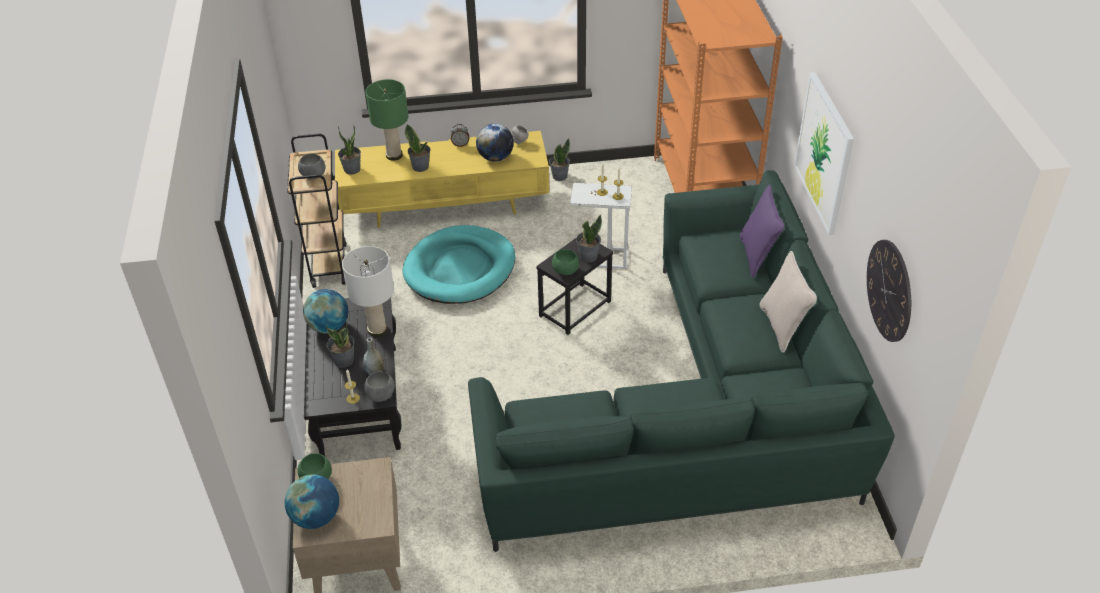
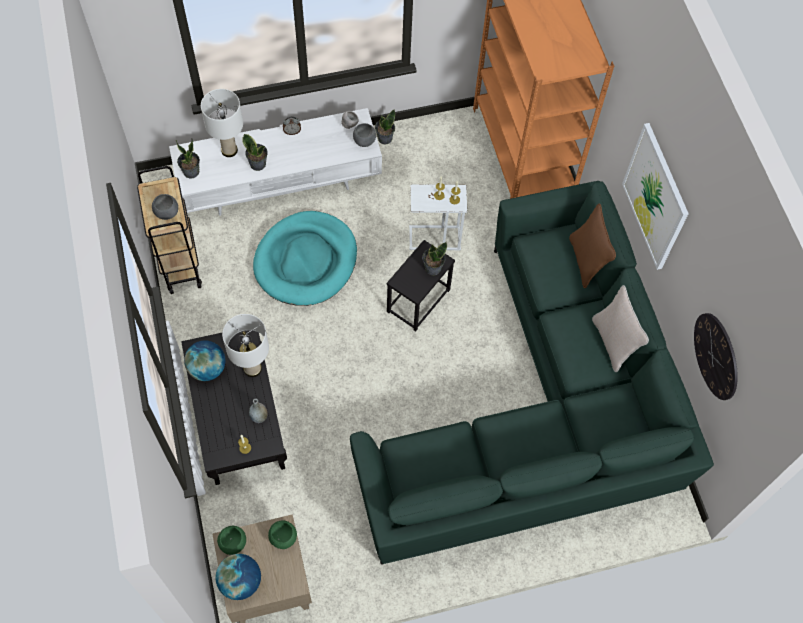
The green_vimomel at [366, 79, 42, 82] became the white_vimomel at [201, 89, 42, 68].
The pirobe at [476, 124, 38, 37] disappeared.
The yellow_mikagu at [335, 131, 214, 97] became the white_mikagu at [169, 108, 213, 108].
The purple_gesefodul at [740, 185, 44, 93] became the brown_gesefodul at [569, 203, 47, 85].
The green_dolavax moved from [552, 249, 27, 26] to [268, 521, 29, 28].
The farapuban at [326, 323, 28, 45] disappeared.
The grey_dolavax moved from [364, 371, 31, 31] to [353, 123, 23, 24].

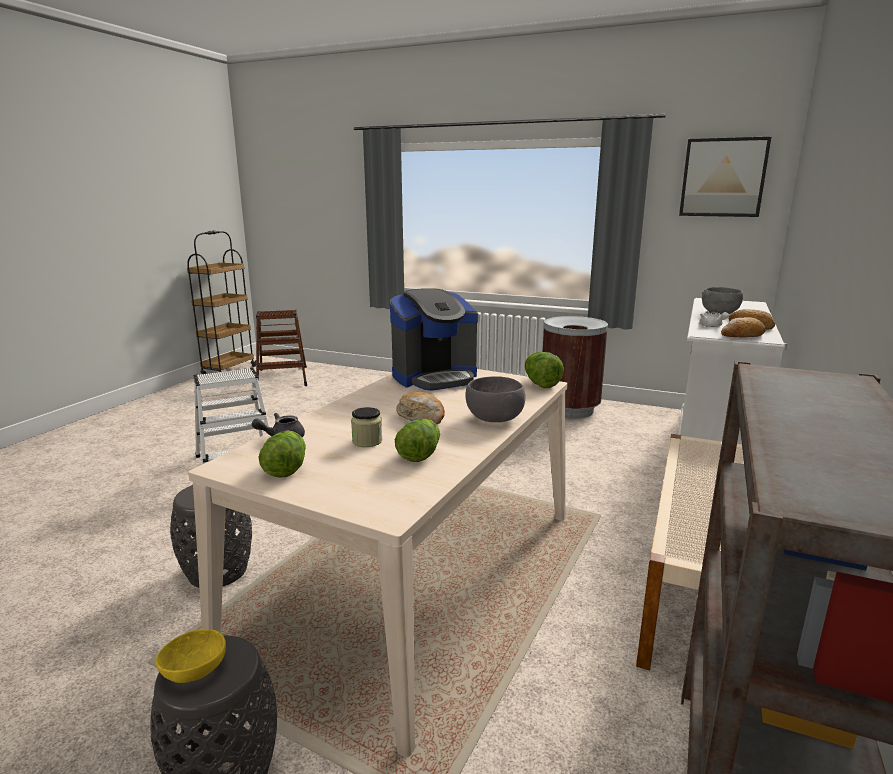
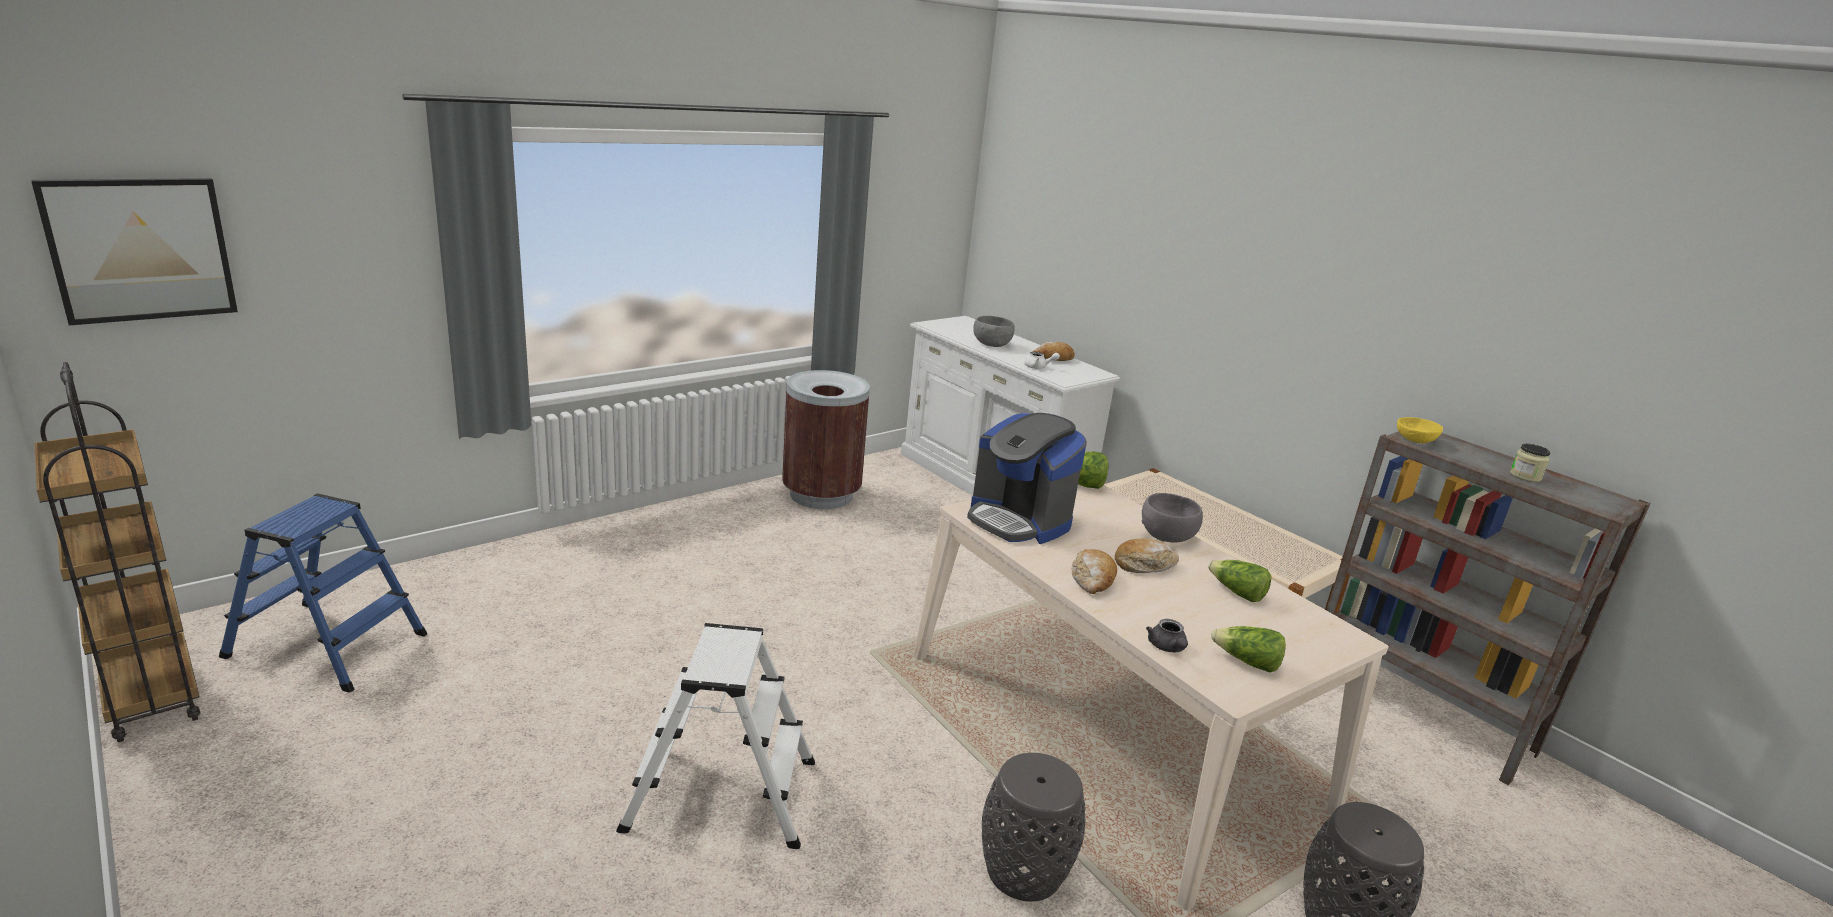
The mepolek moved from [679, 137, 92, 80] to [31, 178, 207, 147].
The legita at [390, 288, 88, 103] turned 135 degrees clockwise.
The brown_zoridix at [256, 310, 51, 76] became the blue_zoridix at [219, 493, 209, 200].
The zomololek moved from [721, 317, 45, 20] to [1071, 549, 46, 45].
The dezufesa moved from [351, 407, 31, 40] to [1510, 444, 40, 38].
The yellow_dolavax moved from [155, 629, 71, 54] to [1397, 417, 46, 26].

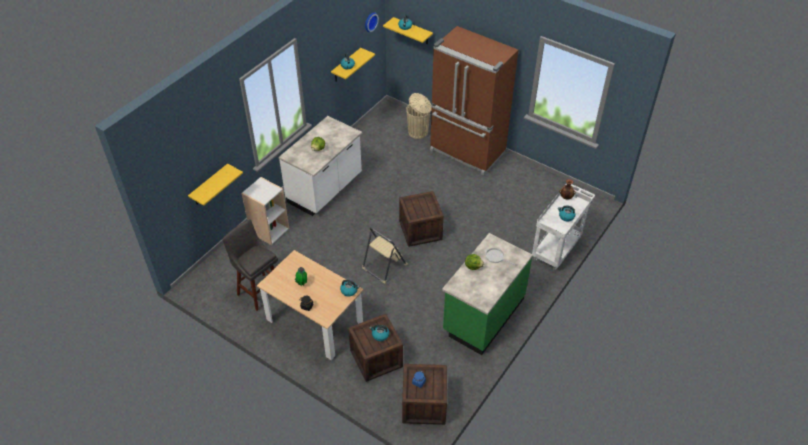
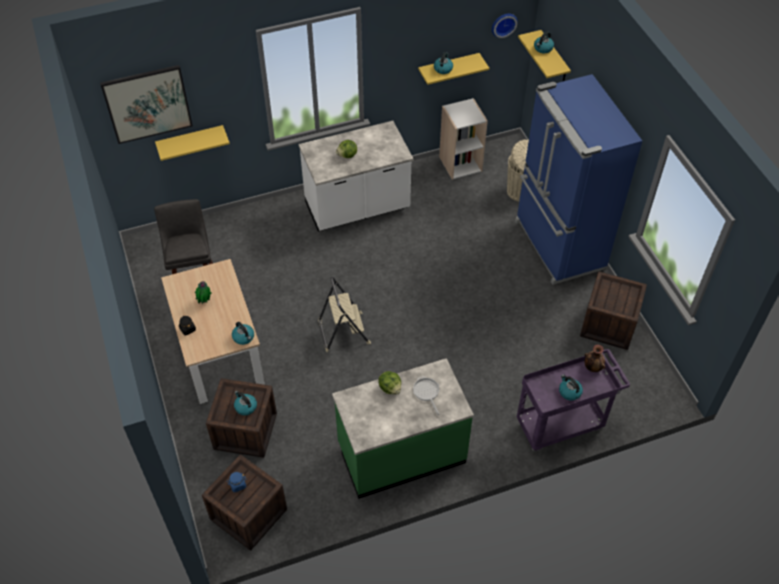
The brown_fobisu at [430, 26, 89, 149] became the blue_fobisu at [515, 74, 127, 211].
The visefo moved from [242, 177, 47, 68] to [439, 98, 49, 82].
The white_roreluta at [532, 183, 63, 88] became the purple_roreluta at [517, 349, 113, 102].
The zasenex moved from [399, 191, 45, 56] to [580, 271, 67, 79].
The mepolek at [100, 65, 93, 79] appeared.

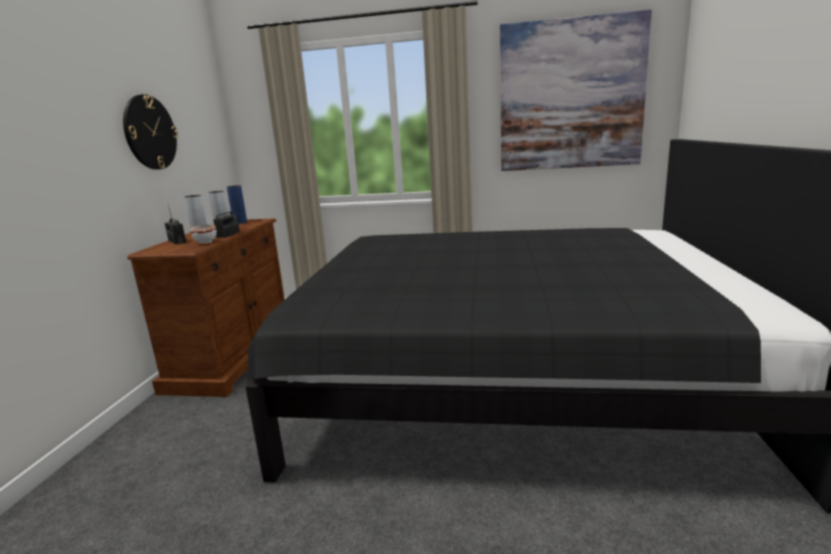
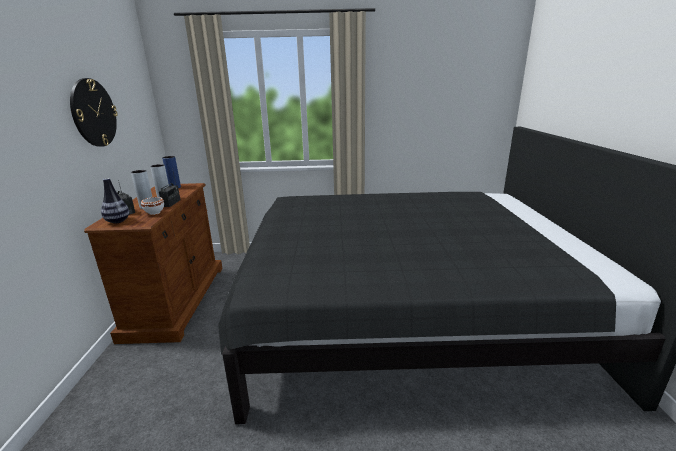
The mepolek at [500, 9, 152, 162] disappeared.
The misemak at [101, 178, 28, 46] appeared.

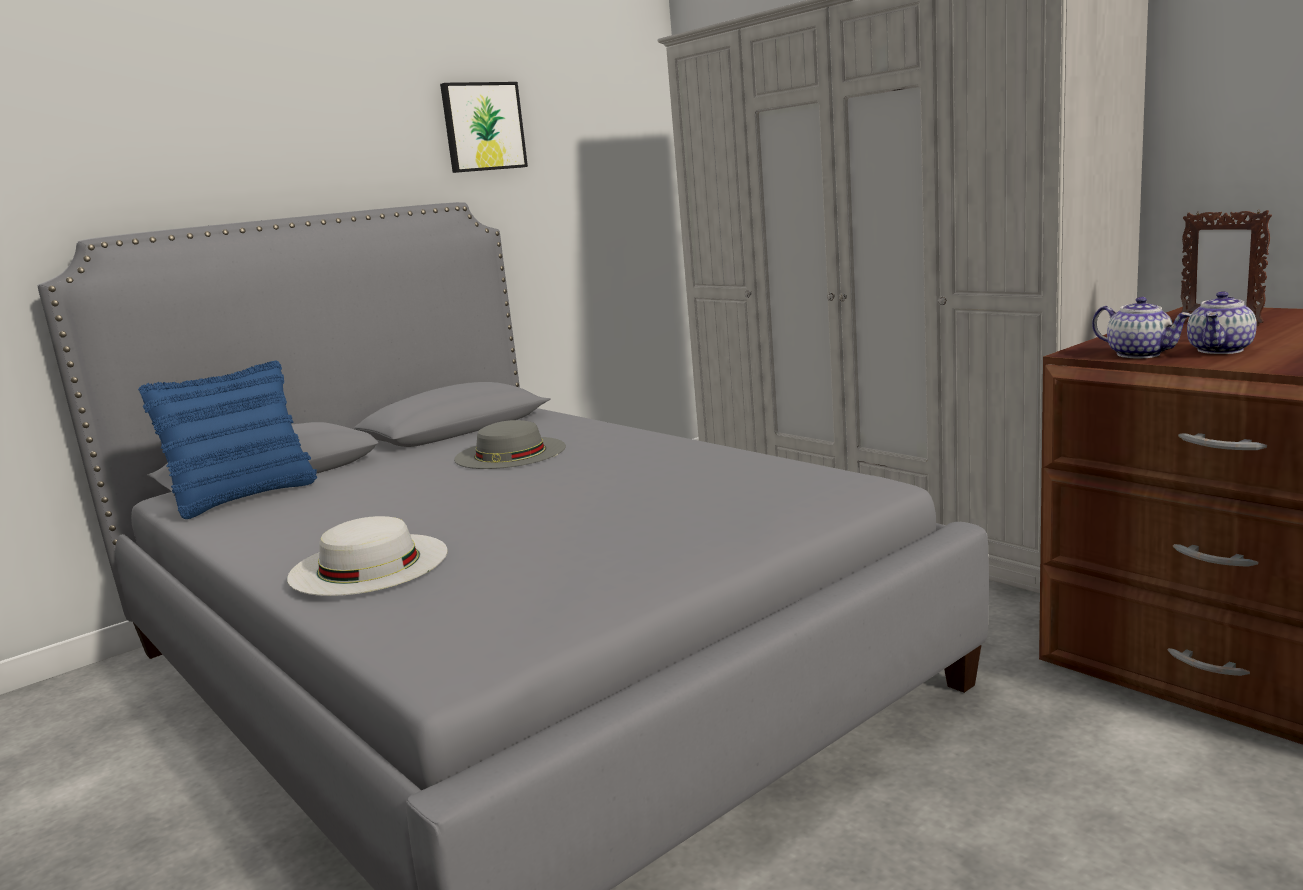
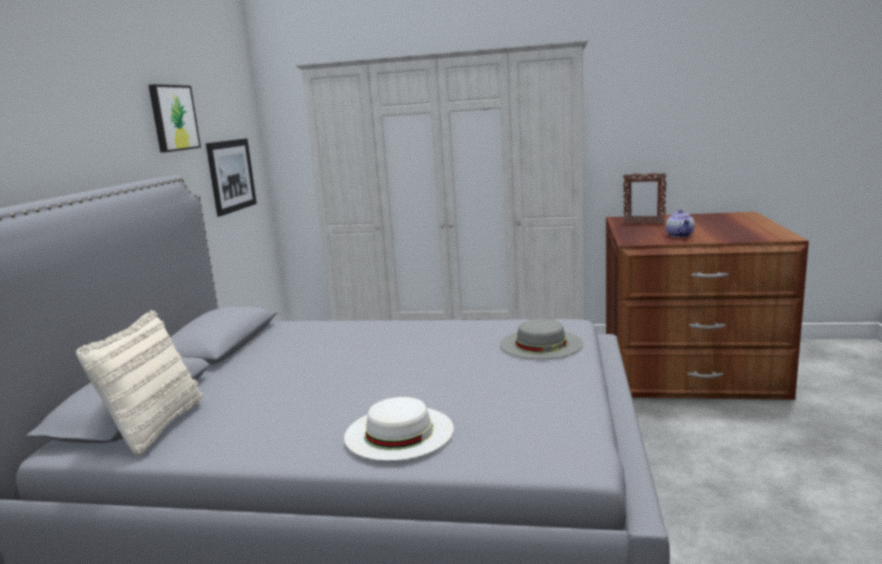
The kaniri at [1092, 297, 100, 62] disappeared.
The blue_gesefodul at [138, 361, 179, 158] became the beige_gesefodul at [76, 310, 127, 146].
The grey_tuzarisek moved from [454, 420, 112, 49] to [500, 319, 83, 40].
The mepolek at [206, 138, 51, 79] appeared.

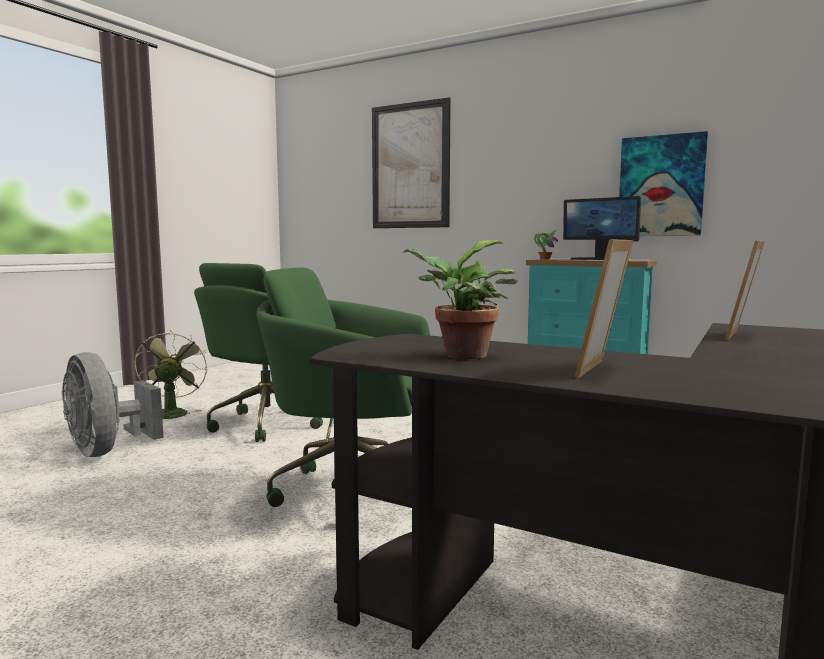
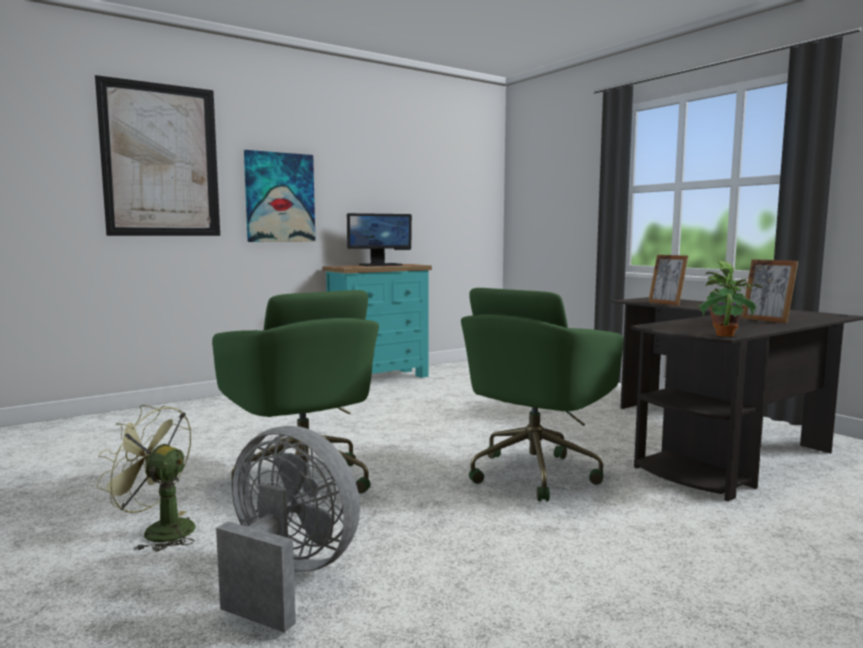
The mepolek moved from [619, 131, 89, 105] to [244, 150, 71, 92].
The farapuban moved from [534, 230, 24, 29] to [698, 287, 59, 50].
The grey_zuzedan at [62, 352, 102, 105] turned 135 degrees counterclockwise.

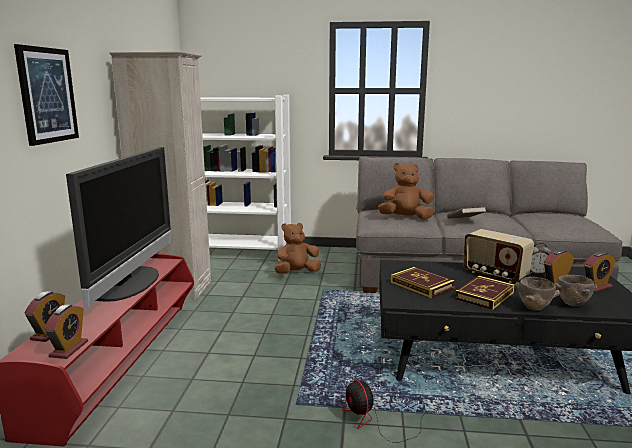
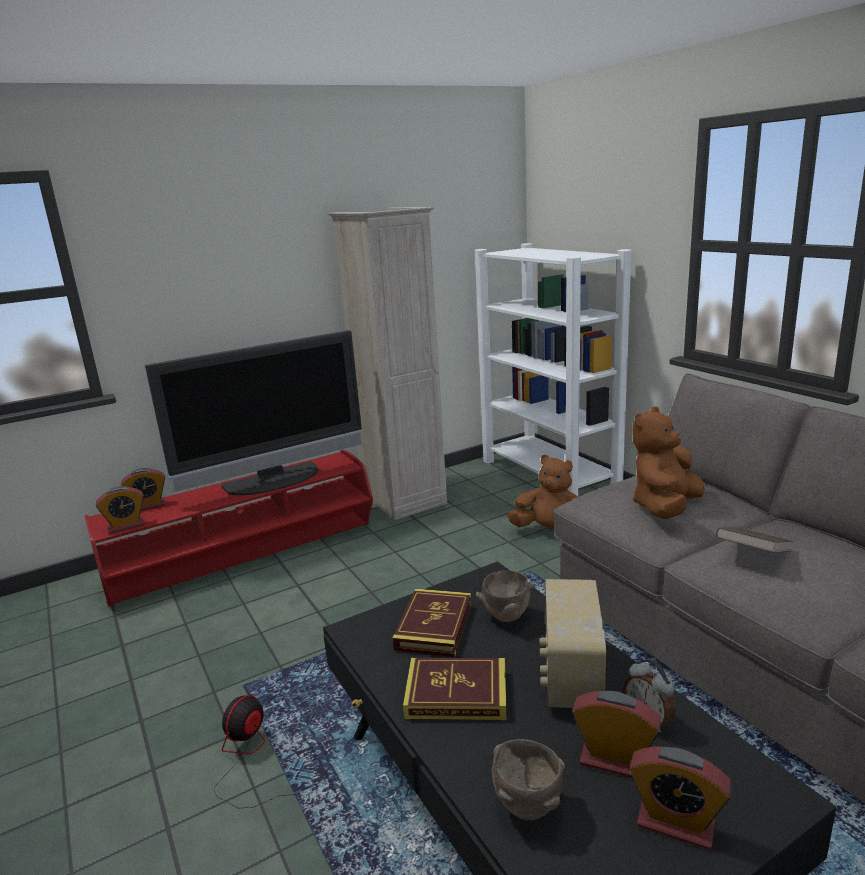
The mepolek at [14, 44, 65, 102] disappeared.
The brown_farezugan at [378, 163, 56, 56] turned 105 degrees counterclockwise.
The brown_dolavax moved from [515, 277, 45, 33] to [476, 571, 57, 51].

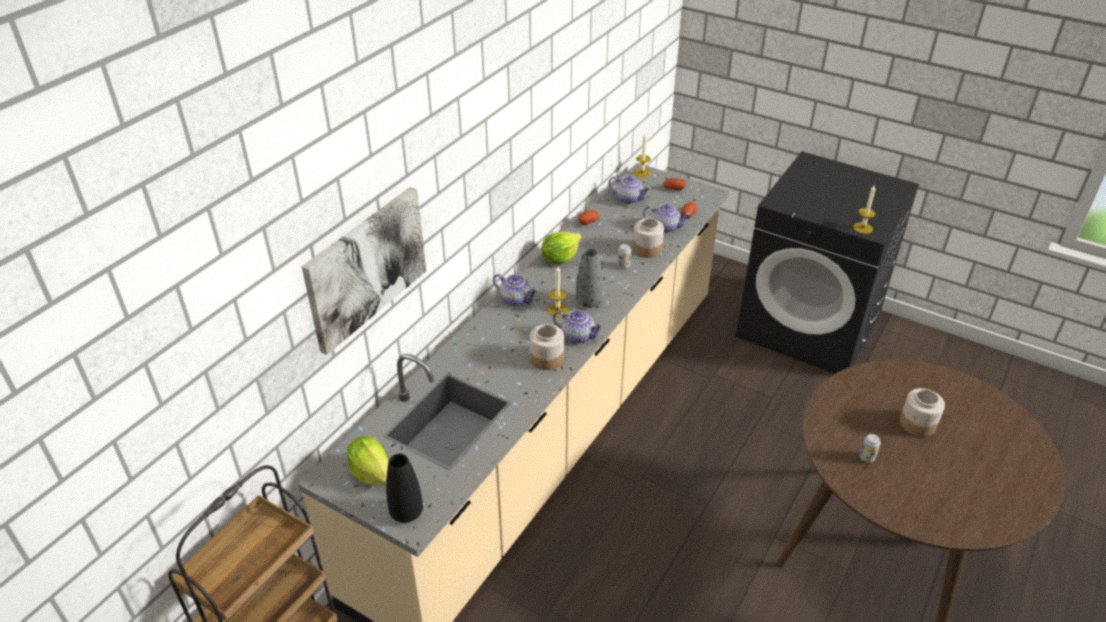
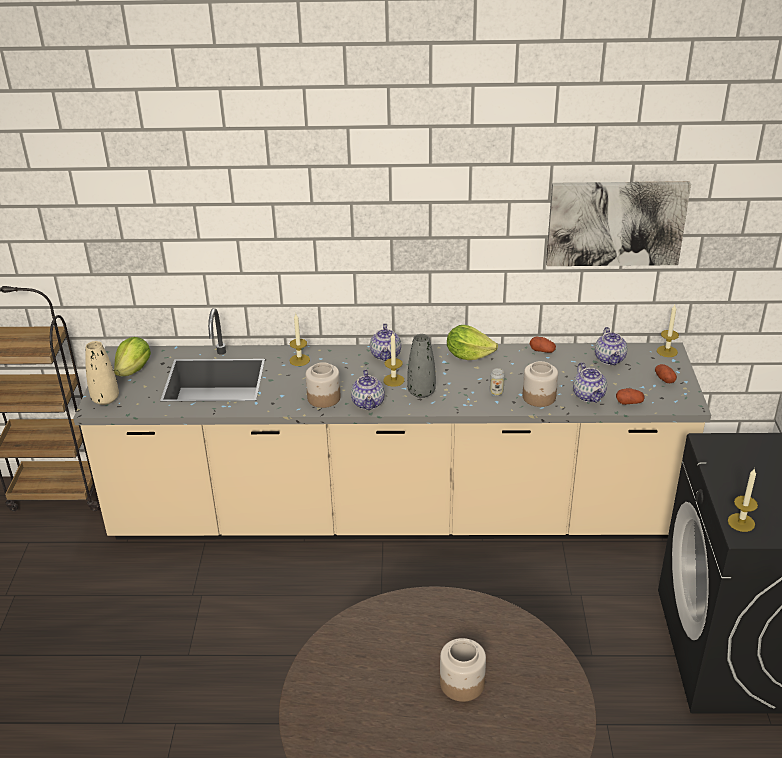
The mepolek moved from [302, 187, 124, 168] to [546, 181, 145, 85].
The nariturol at [859, 434, 22, 29] disappeared.
The black_misemak at [386, 454, 37, 69] became the beige_misemak at [85, 341, 34, 64].
The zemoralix at [289, 314, 21, 52] appeared.

